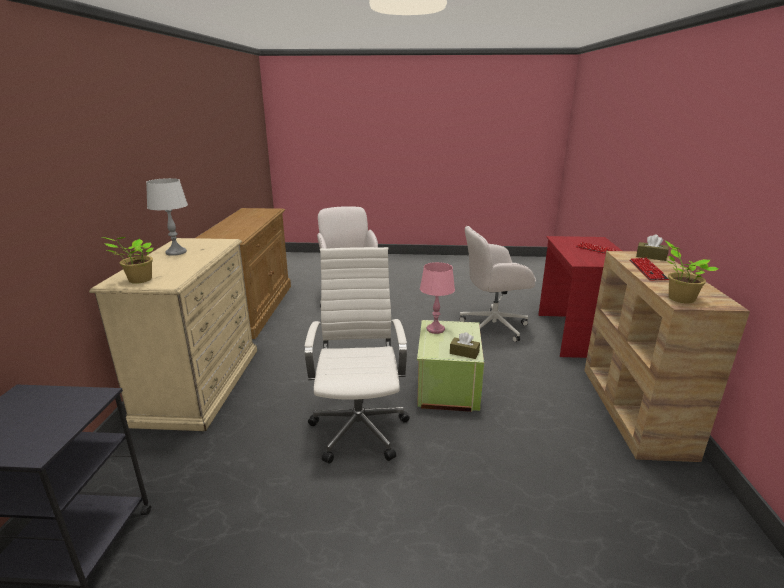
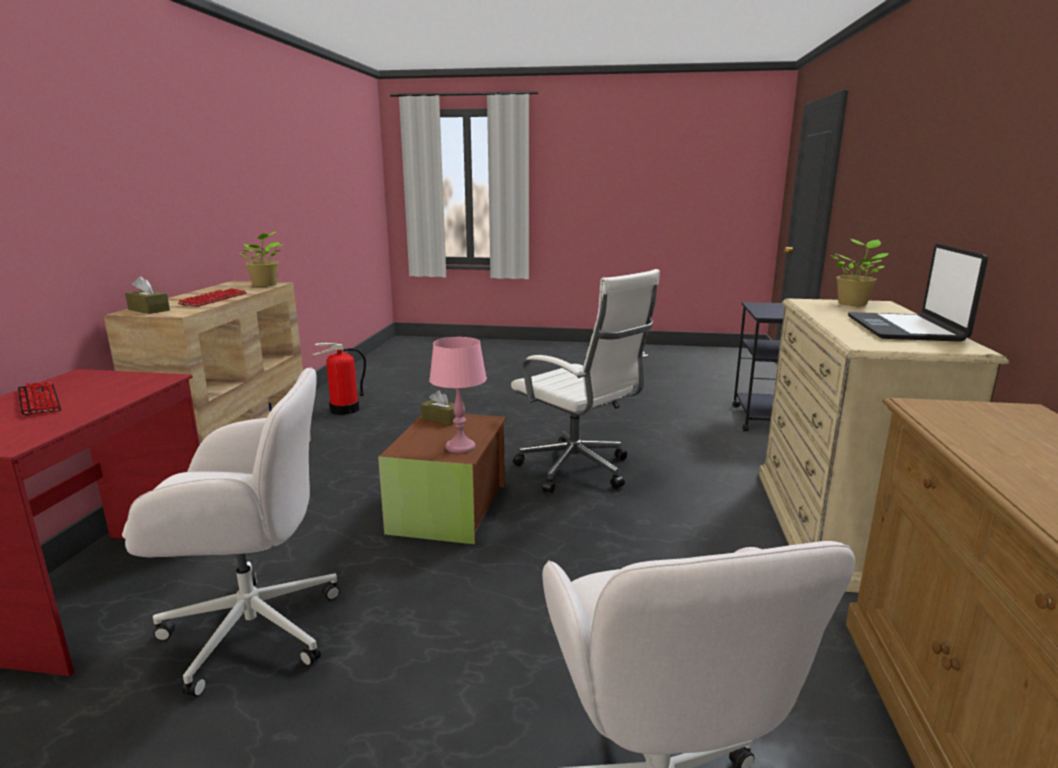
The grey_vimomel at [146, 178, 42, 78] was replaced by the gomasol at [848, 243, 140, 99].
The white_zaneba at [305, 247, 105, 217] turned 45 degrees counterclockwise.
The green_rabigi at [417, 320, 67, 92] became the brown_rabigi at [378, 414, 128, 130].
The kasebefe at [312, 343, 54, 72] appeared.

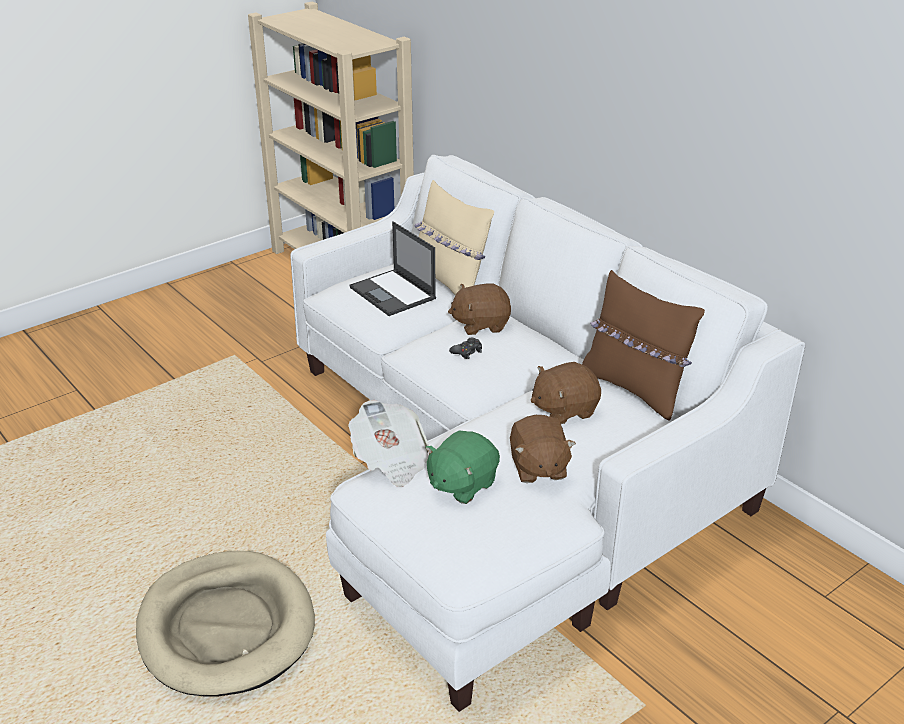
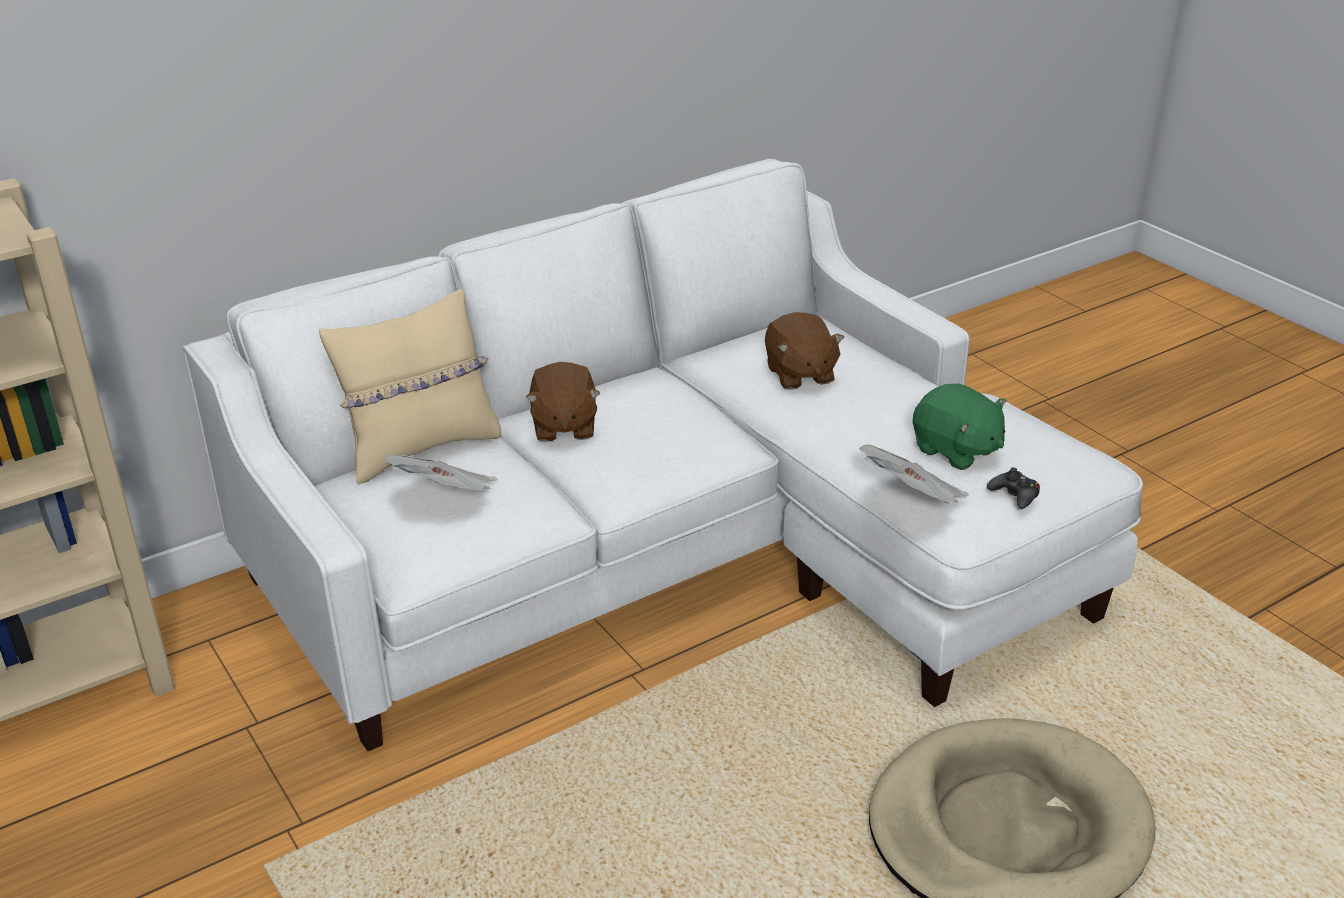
The gomasol at [350, 221, 86, 95] was replaced by the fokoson at [383, 454, 114, 38].
The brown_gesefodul at [582, 270, 123, 151] disappeared.
The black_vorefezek moved from [449, 337, 33, 22] to [987, 467, 53, 42].
The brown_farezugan at [510, 415, 66, 68] disappeared.

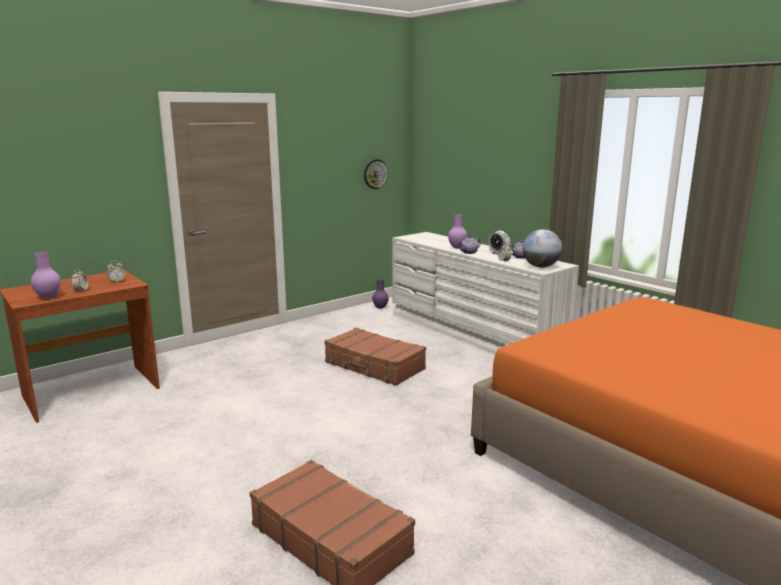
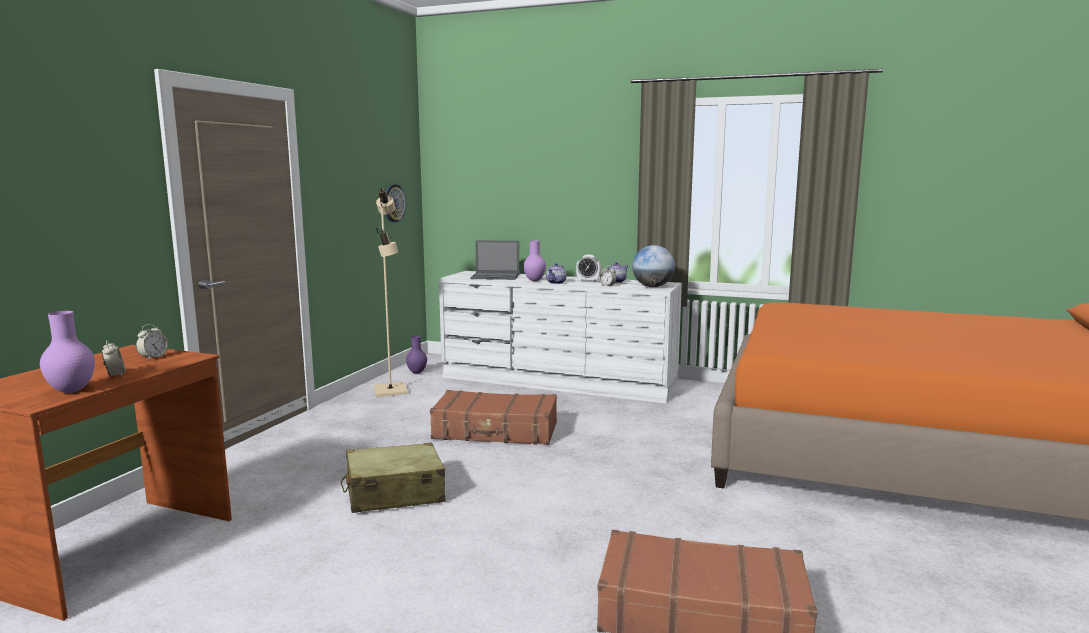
The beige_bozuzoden at [374, 187, 34, 210] appeared.
The gomasol at [470, 240, 49, 40] appeared.
The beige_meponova at [341, 443, 104, 70] appeared.

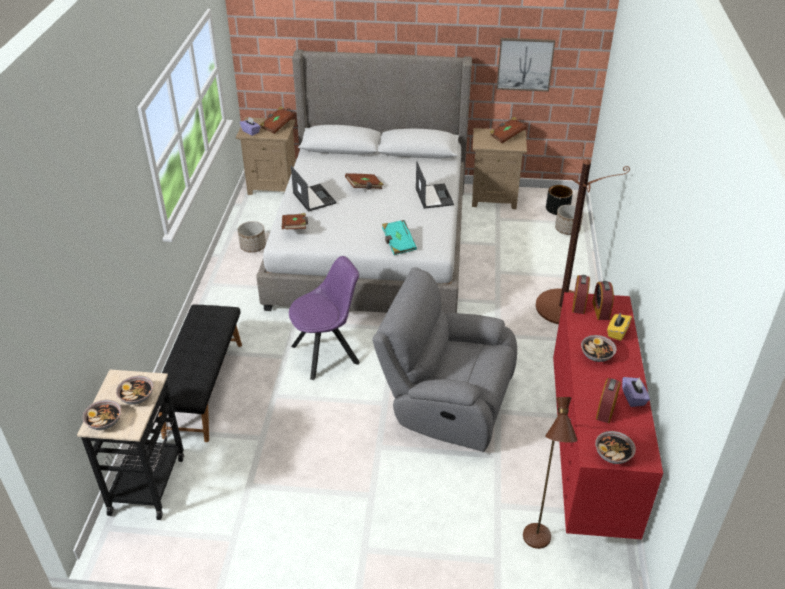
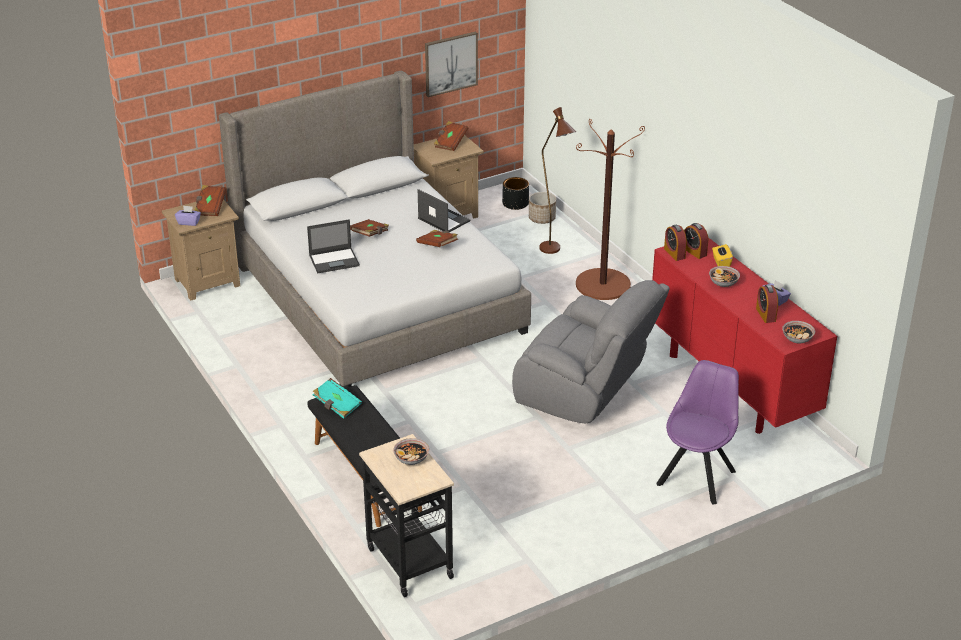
The gomasol at [291, 166, 46, 46] turned 135 degrees clockwise.
The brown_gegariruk moved from [282, 213, 26, 17] to [416, 230, 42, 17].
The turquoise_gegariruk moved from [382, 220, 35, 35] to [313, 378, 49, 41].
The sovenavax at [238, 221, 28, 32] disappeared.
The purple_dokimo moved from [289, 256, 71, 124] to [656, 360, 83, 144].
The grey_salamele at [372, 267, 145, 185] turned 135 degrees counterclockwise.
The brown_bozuzoden moved from [523, 397, 54, 152] to [539, 107, 37, 147].
The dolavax at [82, 400, 39, 30] disappeared.

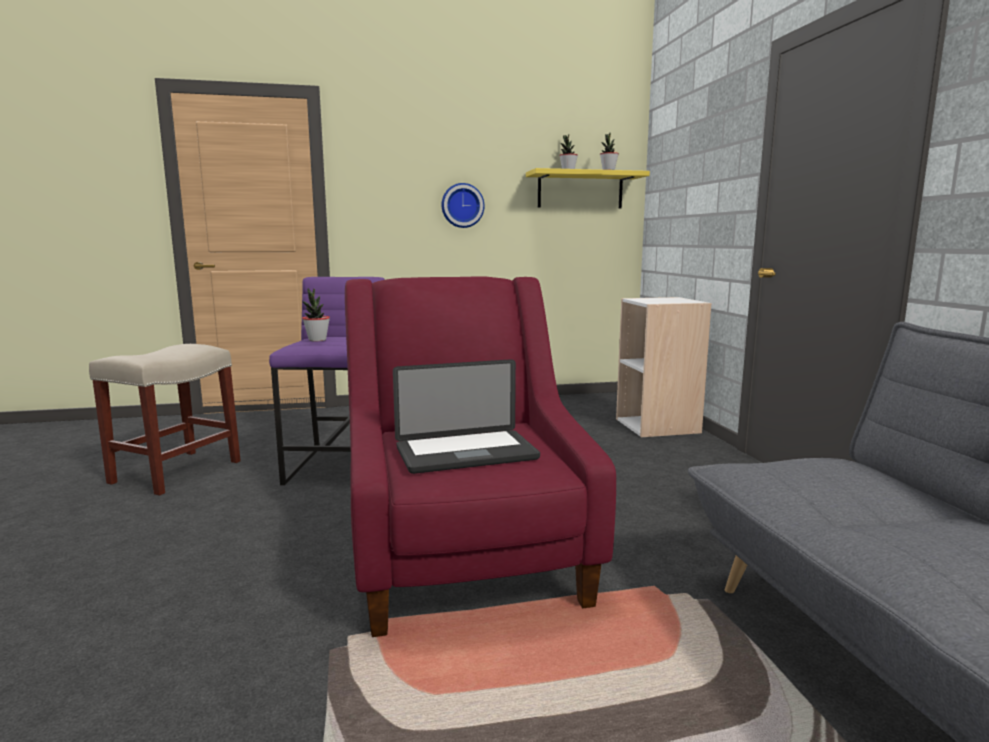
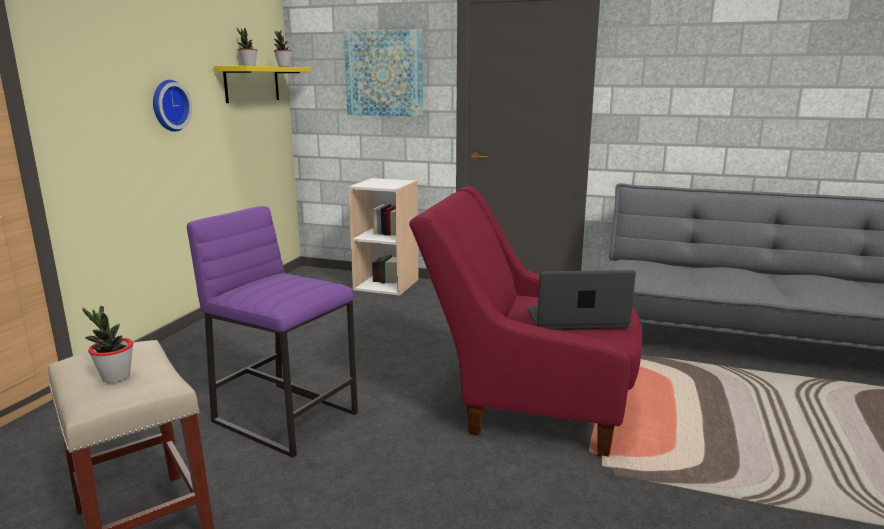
The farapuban moved from [302, 288, 28, 53] to [82, 306, 51, 77].
The gomasol at [393, 359, 147, 115] turned 105 degrees counterclockwise.
The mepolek at [344, 29, 79, 87] appeared.

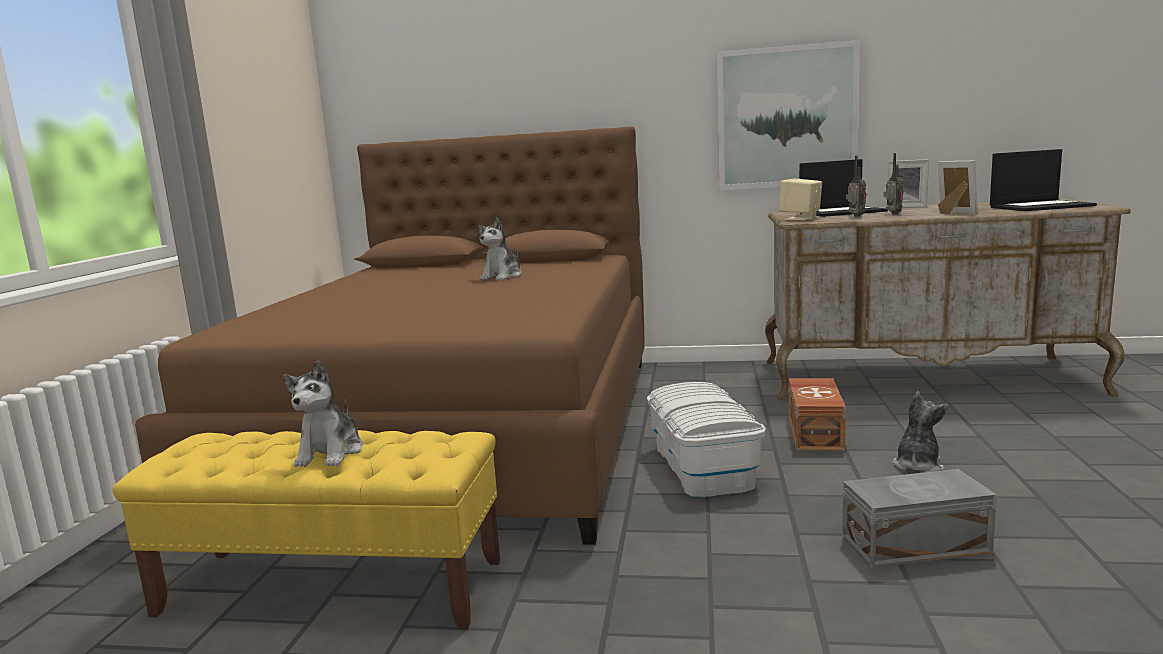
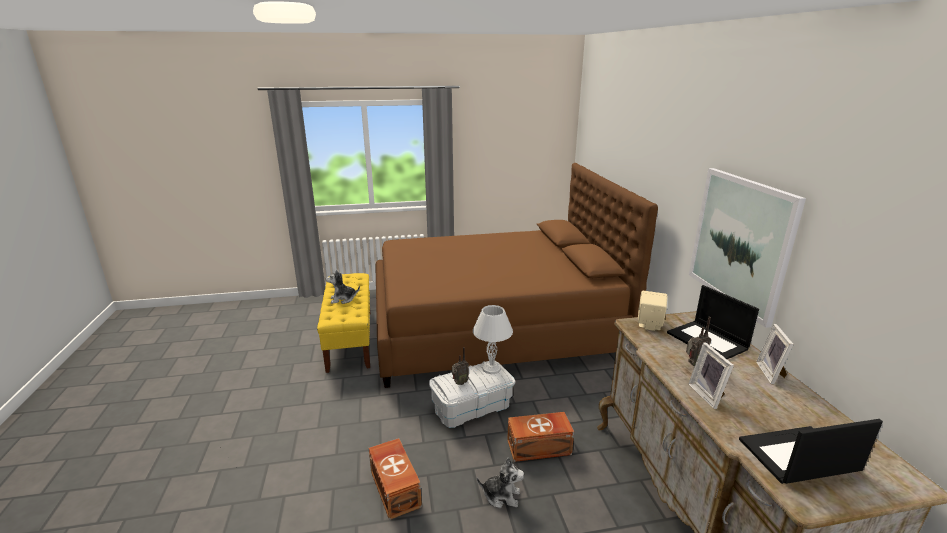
The gomasol at [990, 149, 107, 62] turned 105 degrees clockwise.
The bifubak moved from [846, 156, 20, 61] to [452, 347, 17, 38].
The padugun at [937, 161, 41, 53] turned 120 degrees clockwise.
The farezugan at [479, 217, 43, 63] disappeared.
The grey_rabigi at [842, 469, 155, 99] became the brown_rabigi at [369, 438, 53, 82].
The white_vimomel at [473, 305, 40, 69] appeared.

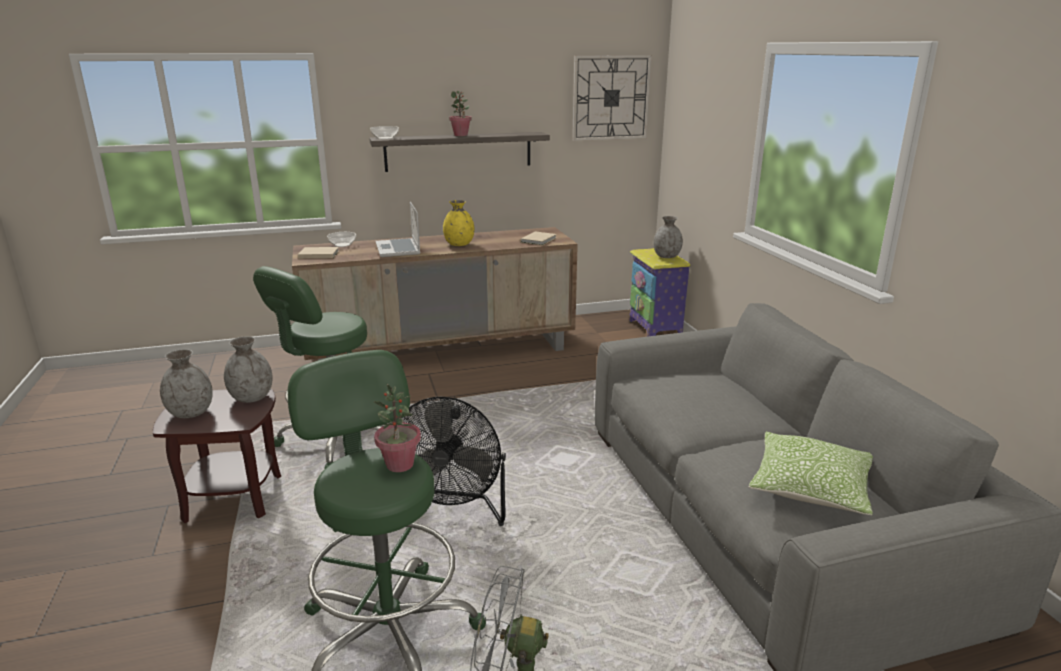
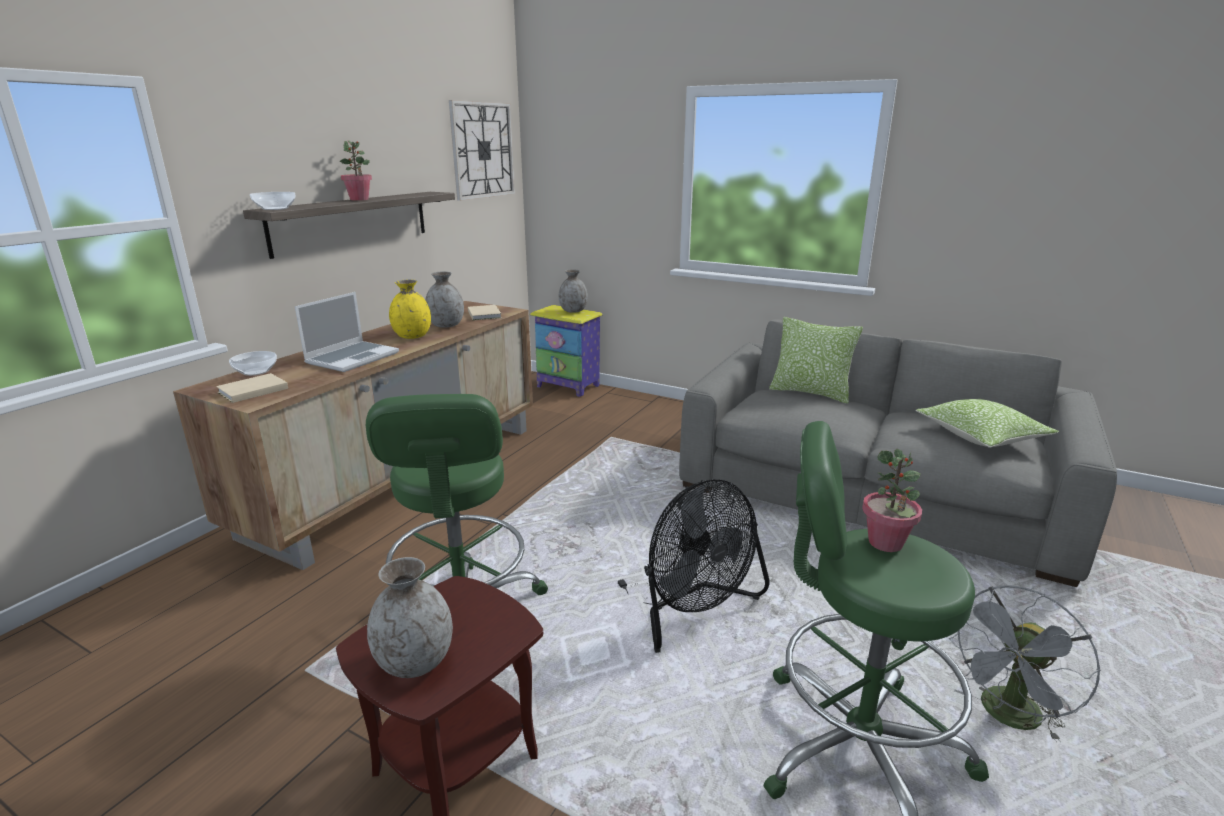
The gomasol at [376, 202, 44, 55] turned 90 degrees counterclockwise.
The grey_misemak moved from [224, 336, 49, 67] to [425, 272, 39, 56].
The gesefodul at [769, 317, 94, 87] appeared.

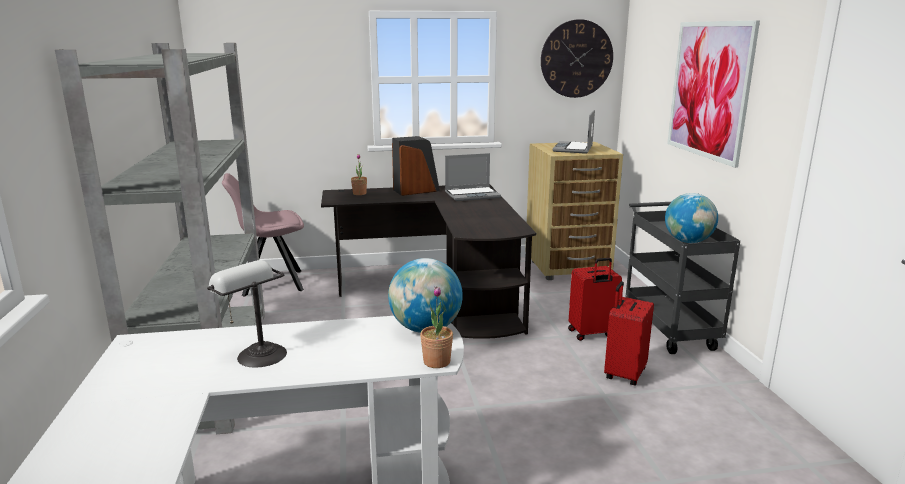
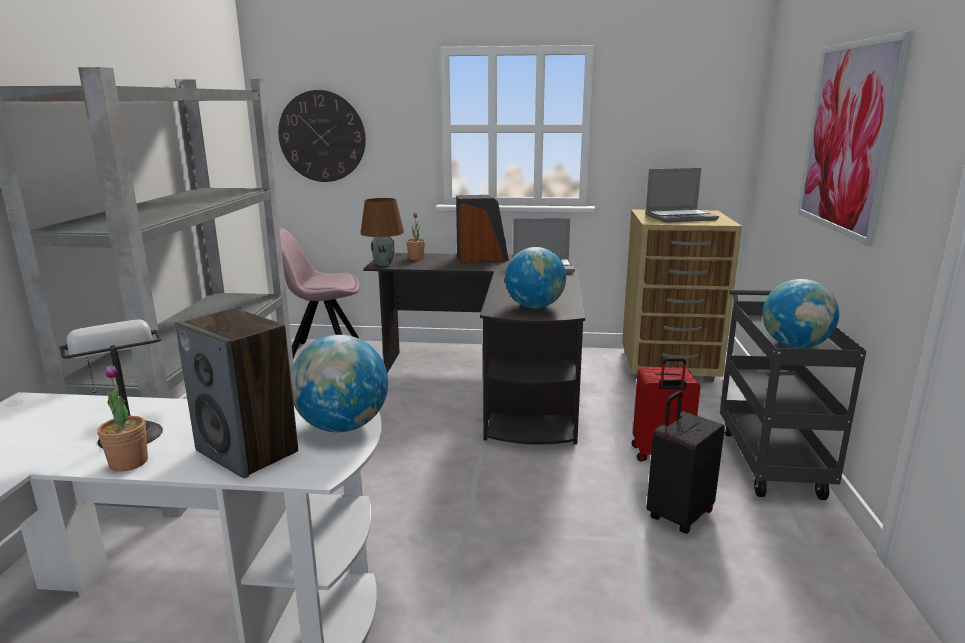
The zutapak moved from [541, 19, 72, 79] to [278, 90, 88, 92].
The gomasol at [553, 110, 42, 44] turned 135 degrees counterclockwise.
The red_meponova at [604, 281, 50, 105] became the black_meponova at [647, 391, 78, 143].
The farapuban moved from [420, 286, 33, 82] to [97, 365, 51, 107].
The brown_vimomel at [360, 198, 44, 68] appeared.
The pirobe at [505, 247, 61, 61] appeared.
The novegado at [175, 308, 123, 170] appeared.

